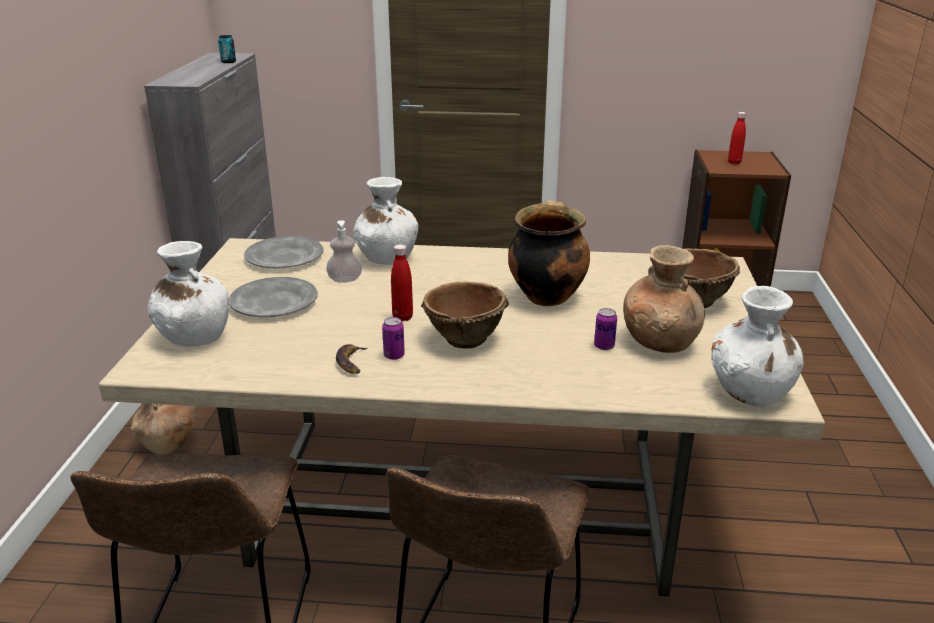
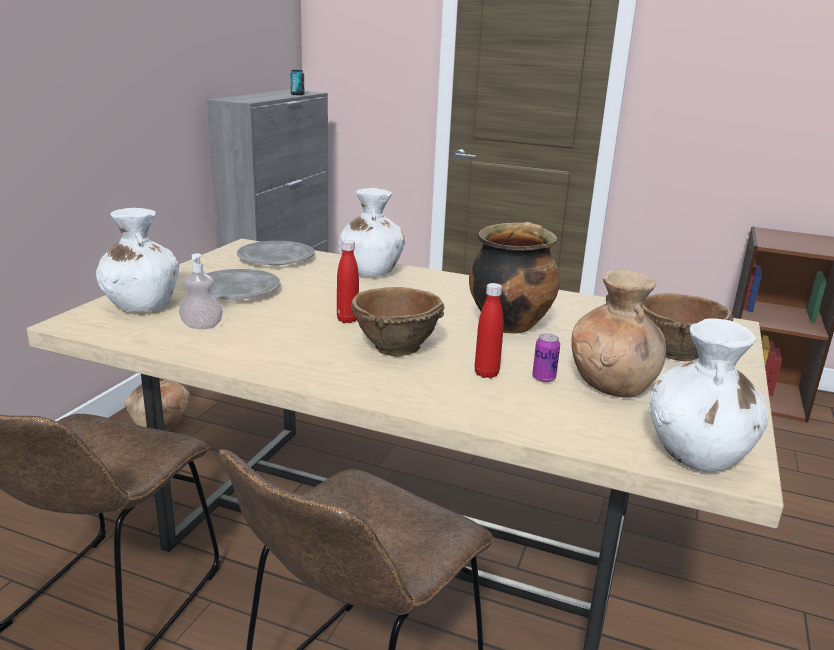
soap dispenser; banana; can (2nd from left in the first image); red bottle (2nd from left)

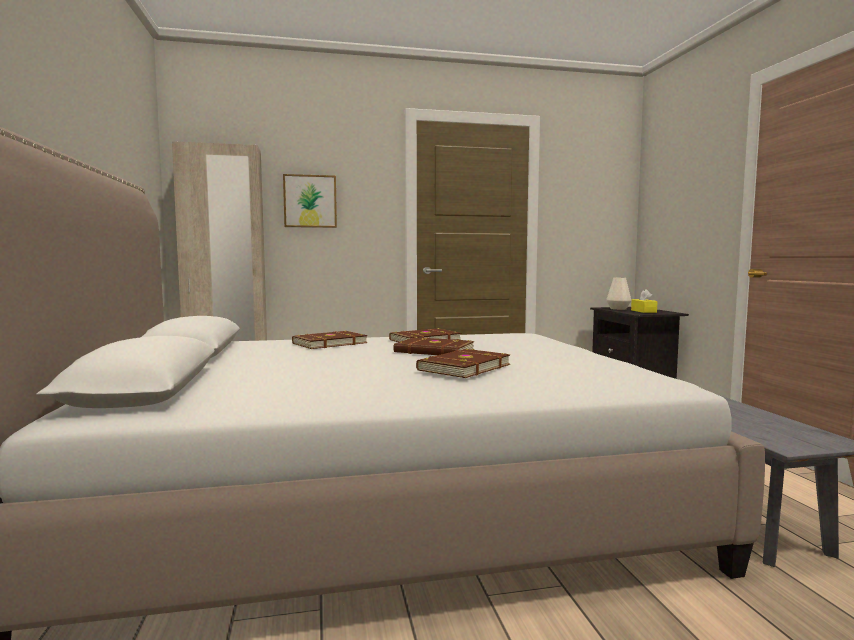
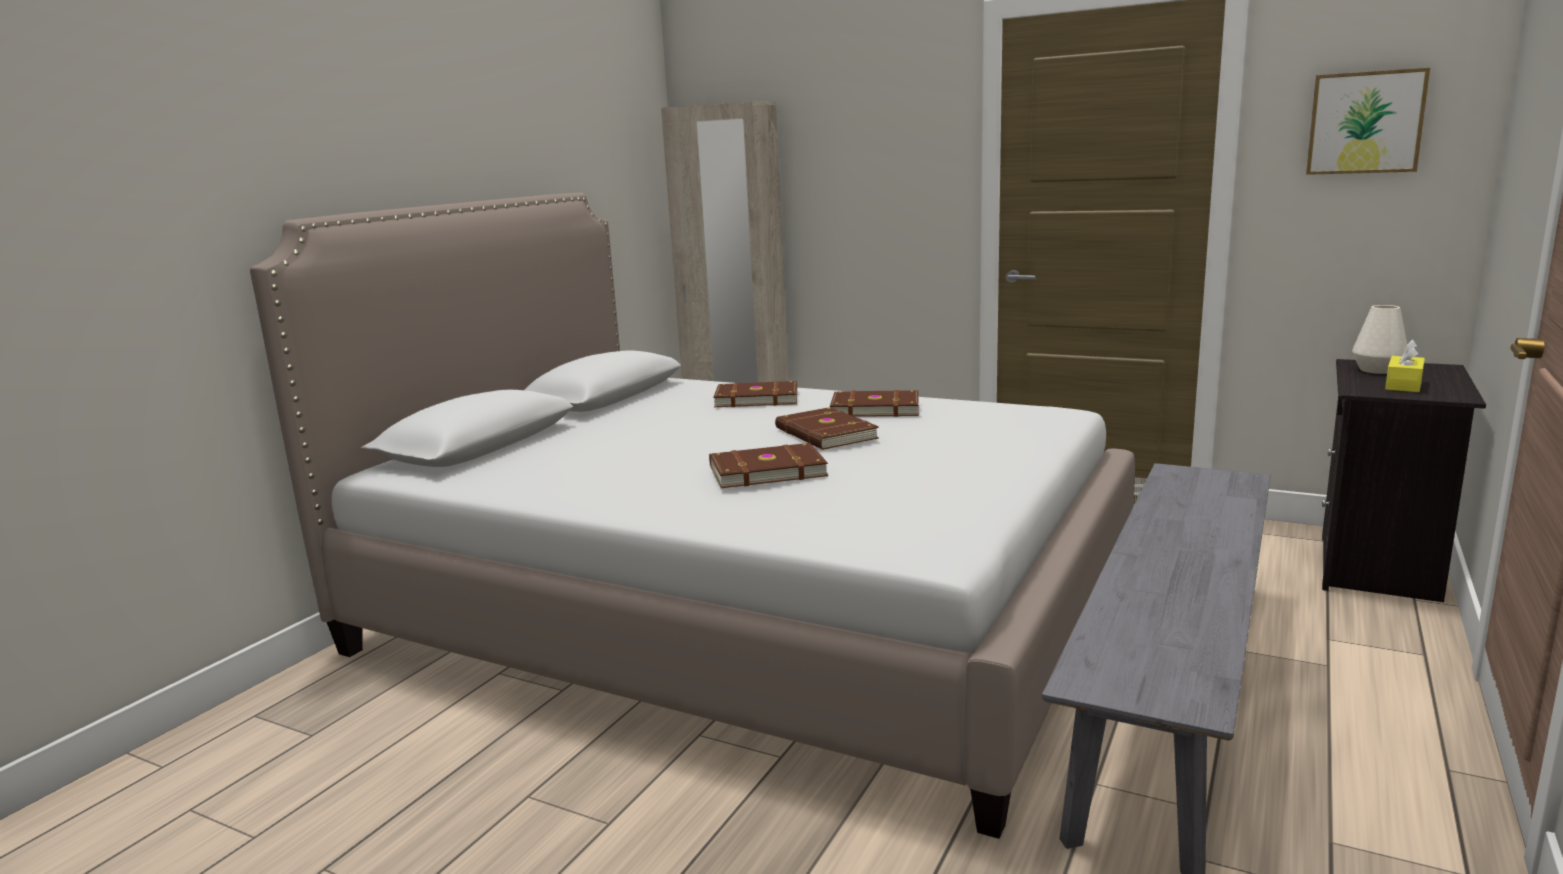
picture

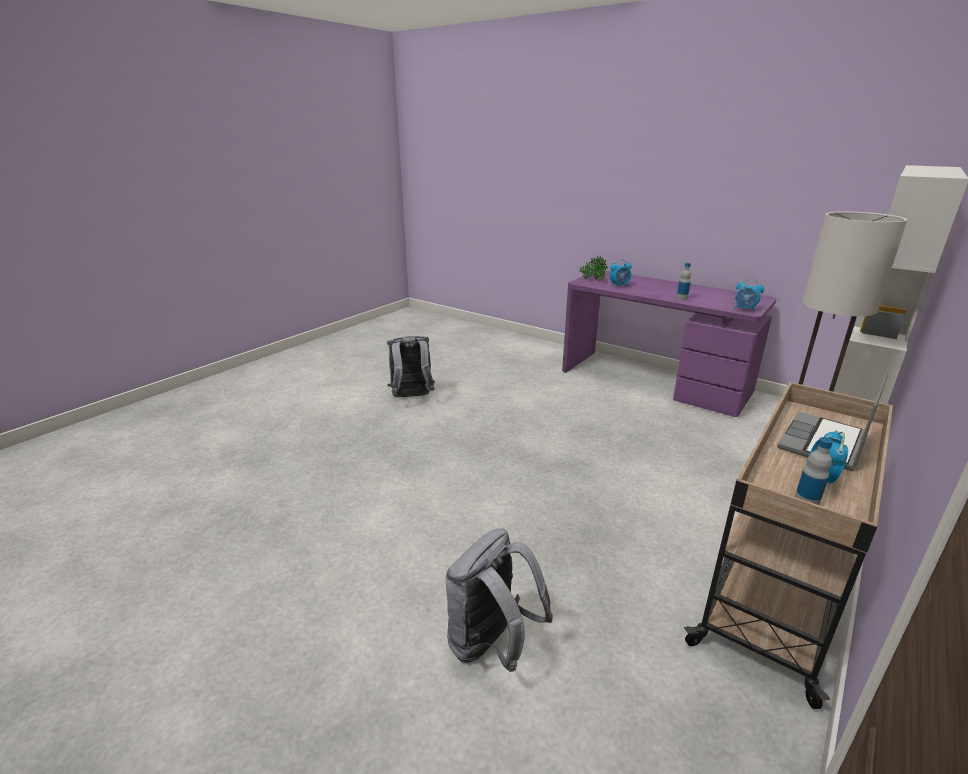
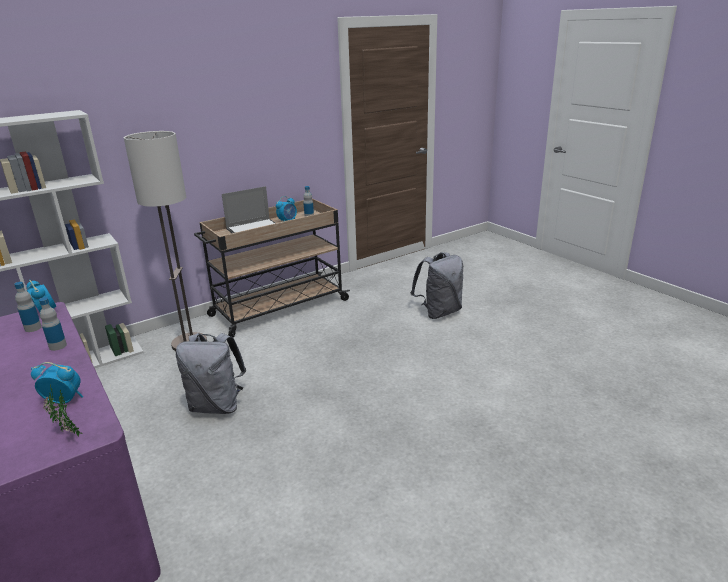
grey backpack (1st from left); bottle (1st from left)

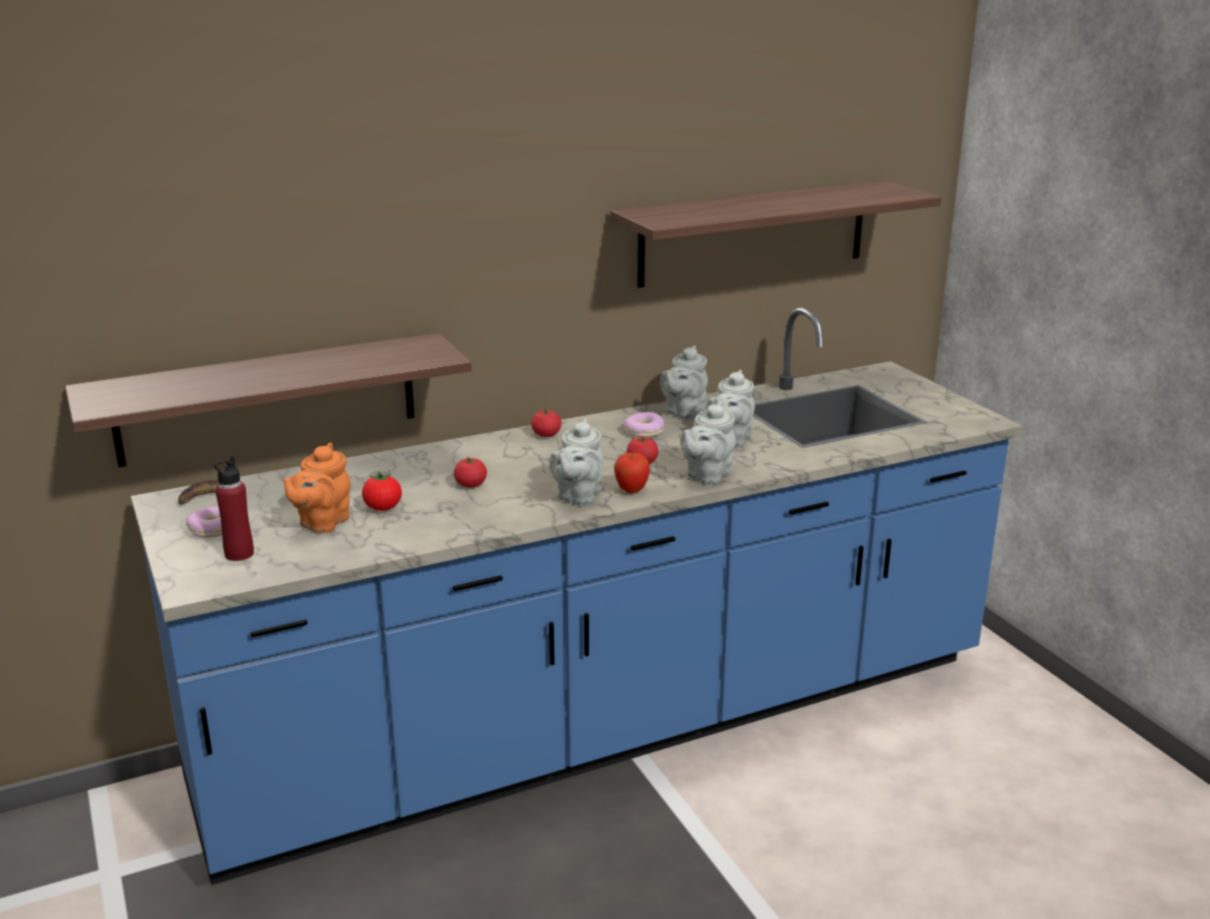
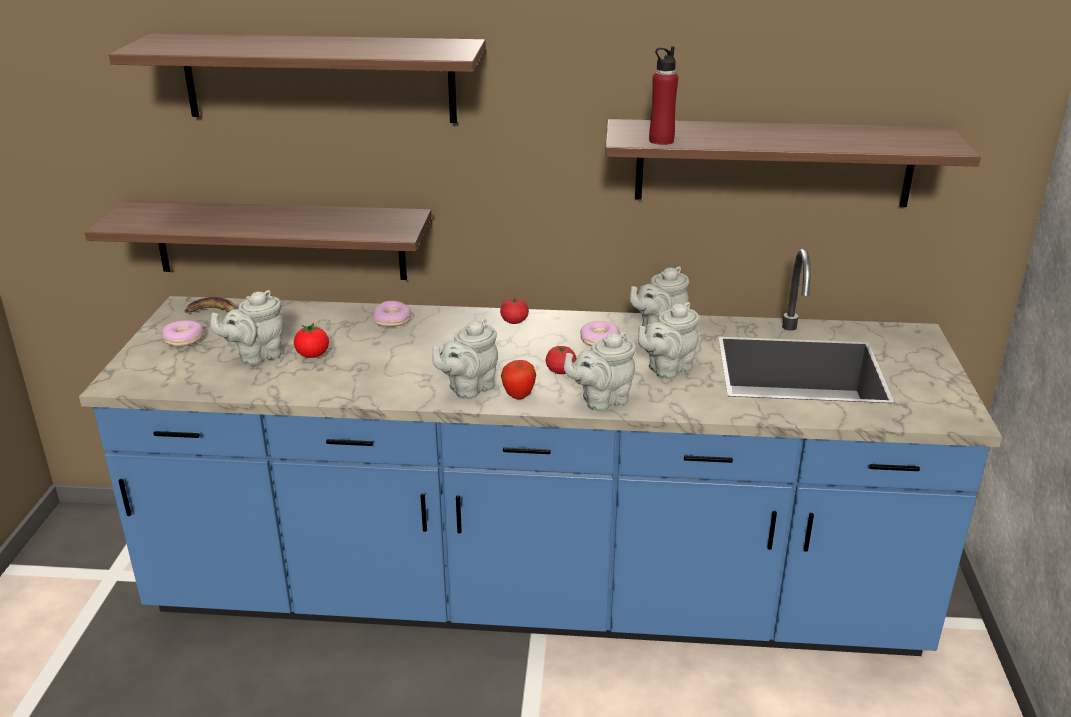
red bottle; grey teapot (1st from left); tomato (2nd from left in the first image); shelf (2nd from left); donut (2nd from left)

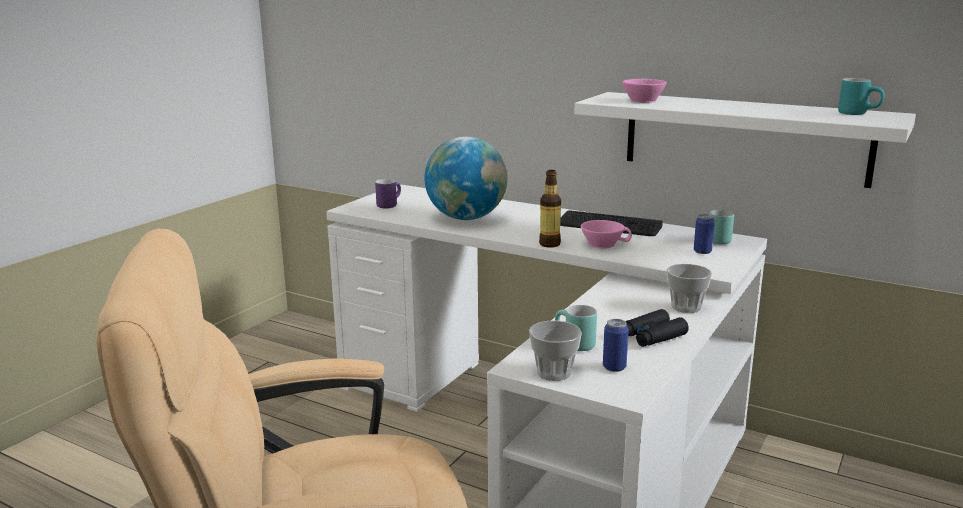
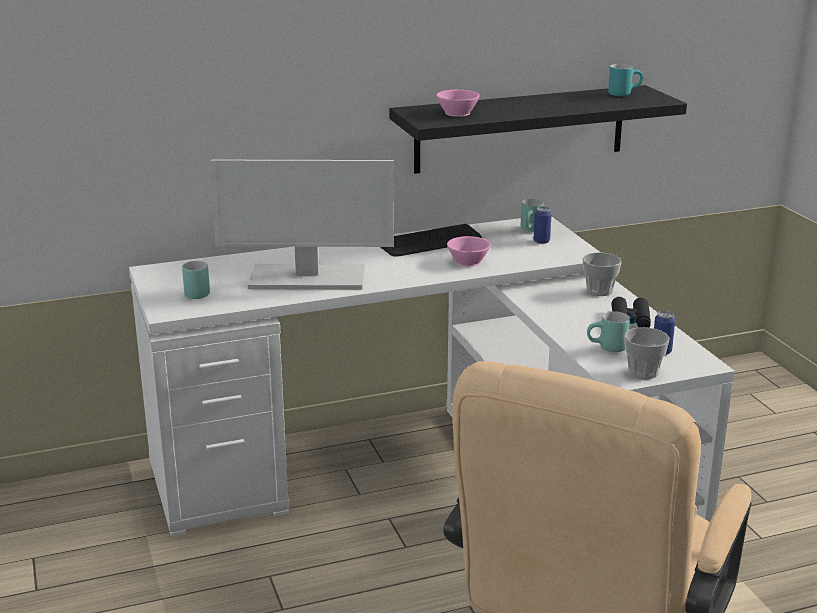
turquoise mug (1st from left); monitor; bottle; black shelf

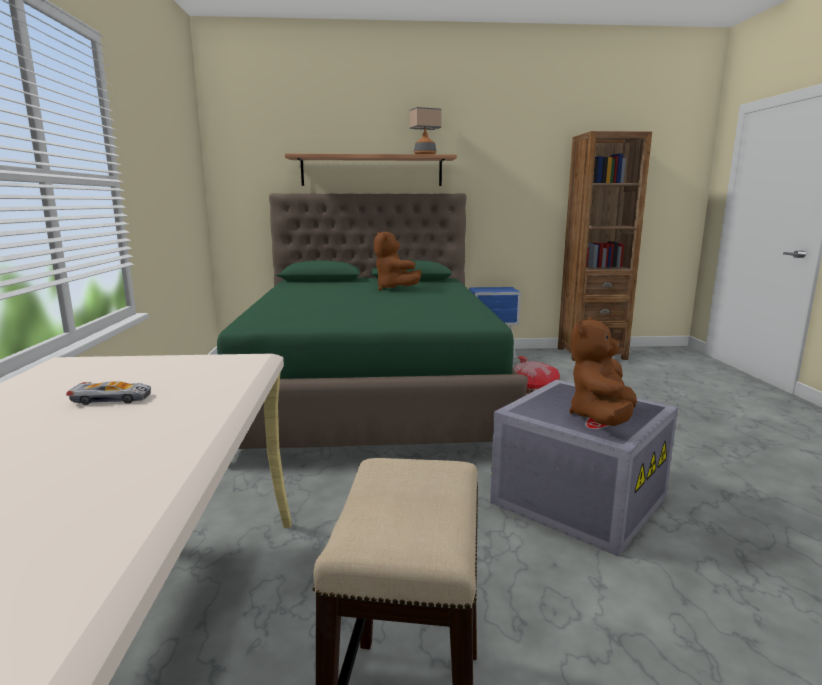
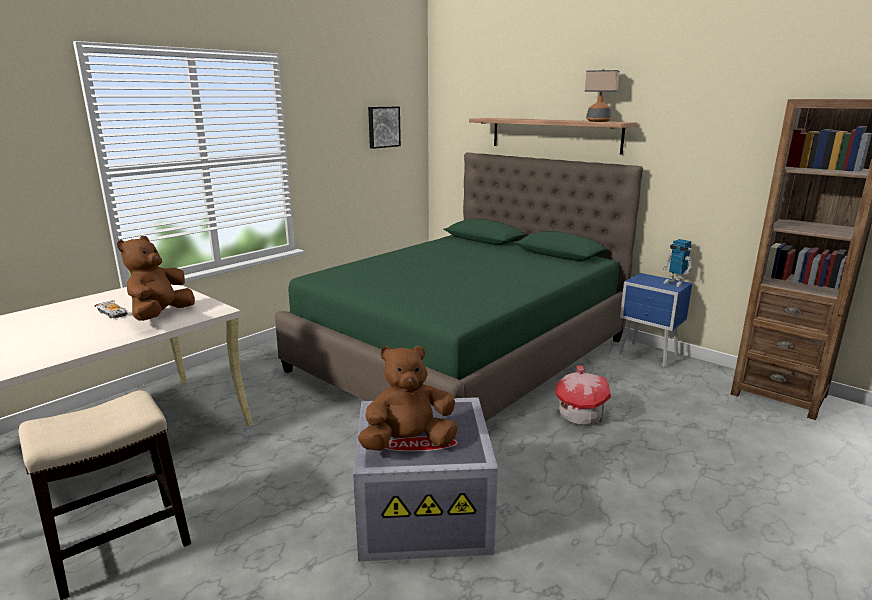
brown plush toy (1st from left); picture; toy robot

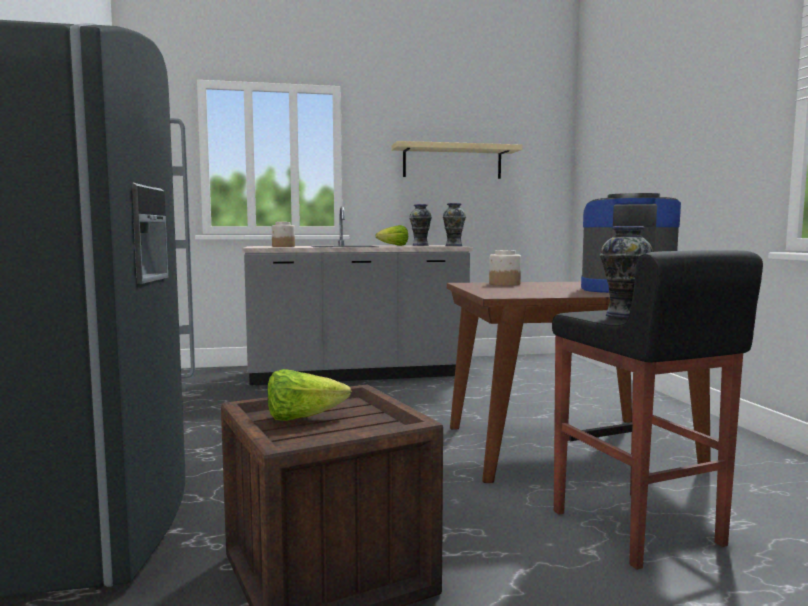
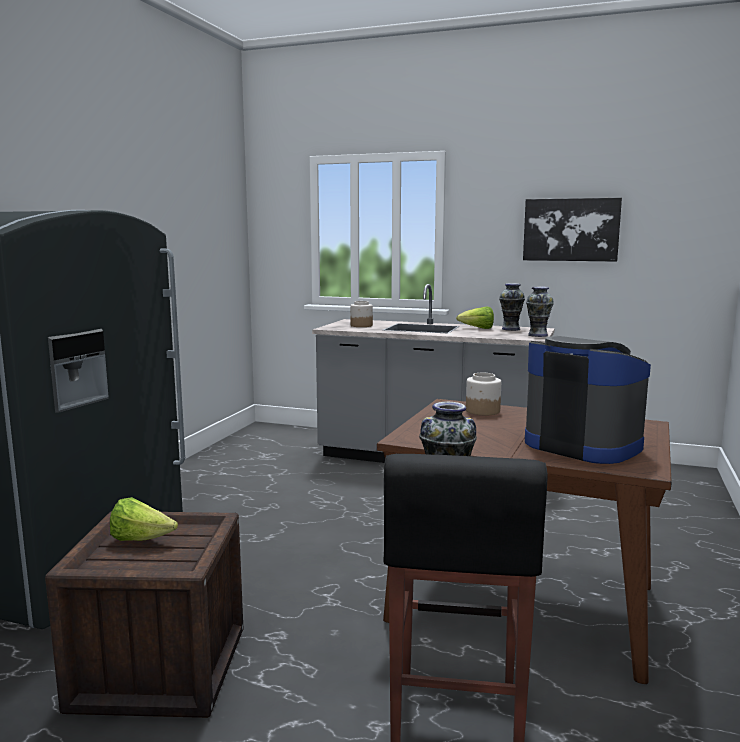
picture

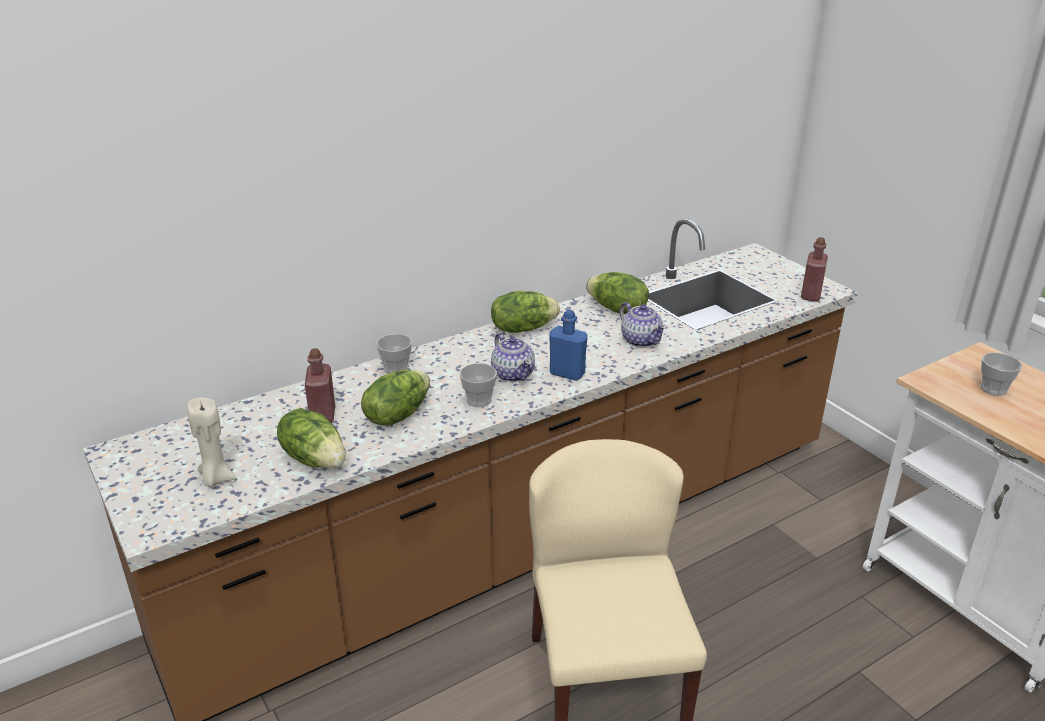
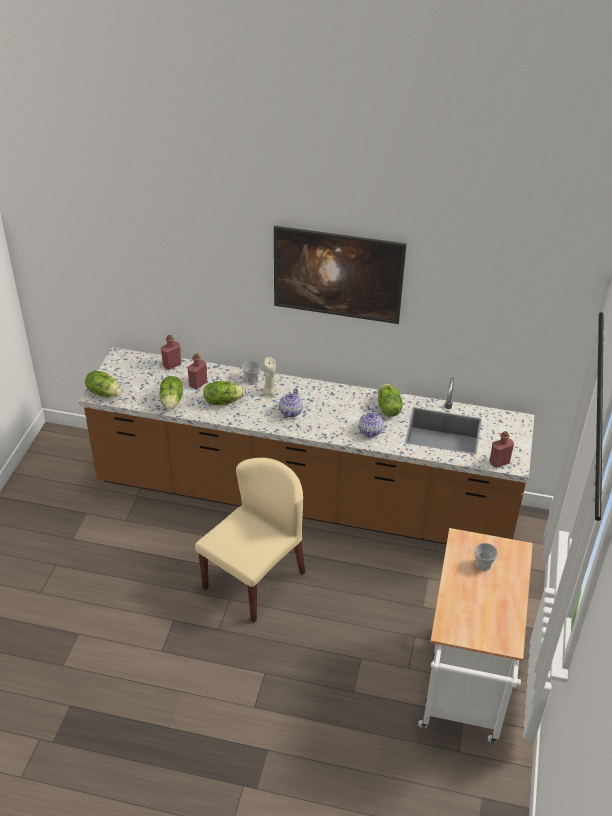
beige candle; cup (2nd from left in the first image); lettuce (1st from left); blue bottle; red bottle (1st from left); picture

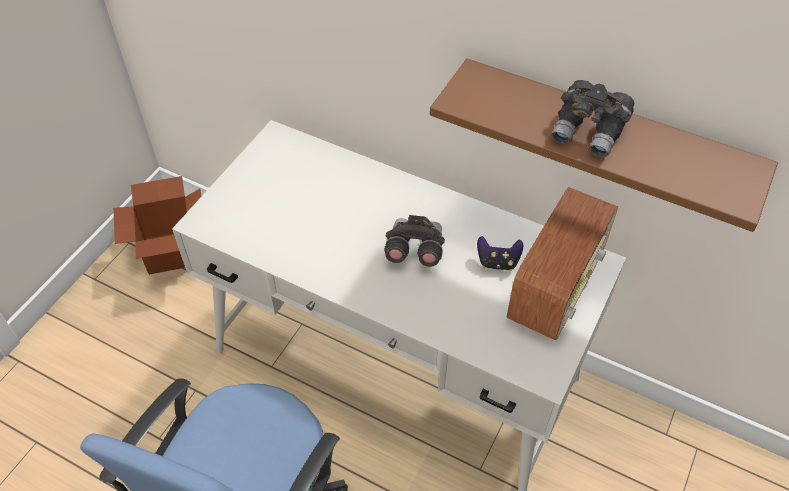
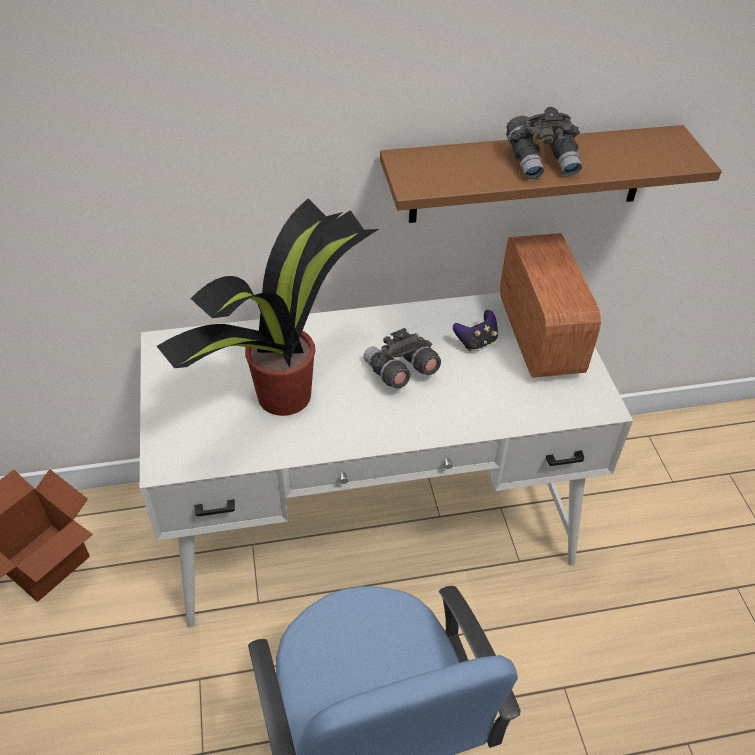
potted plant

